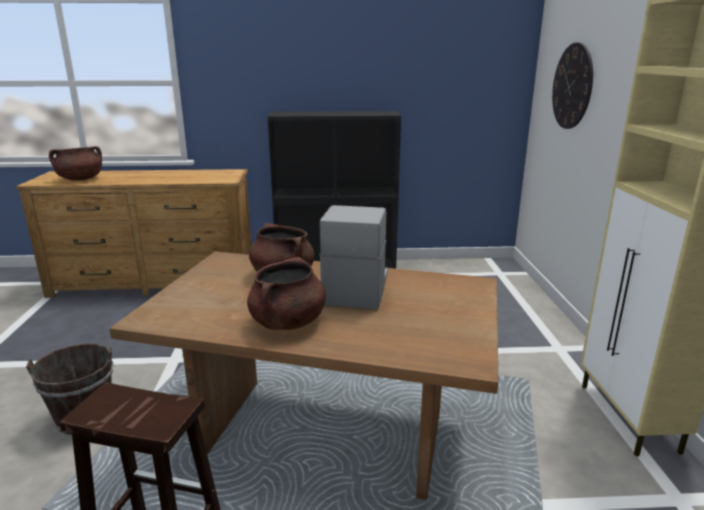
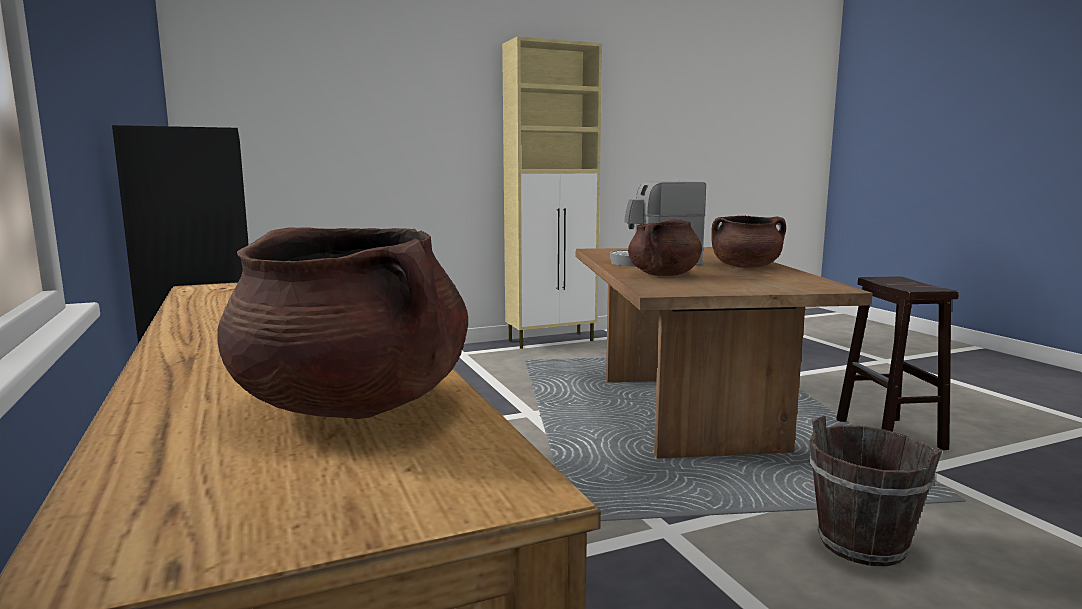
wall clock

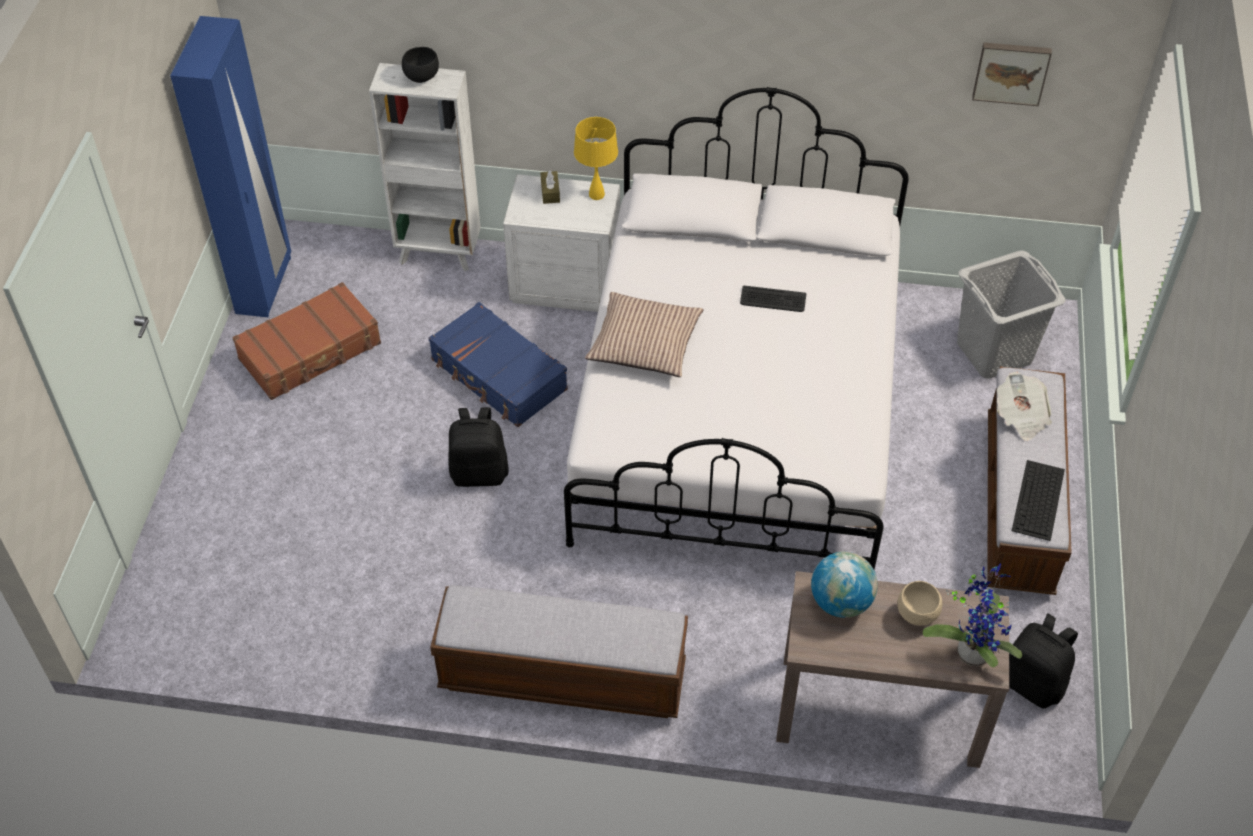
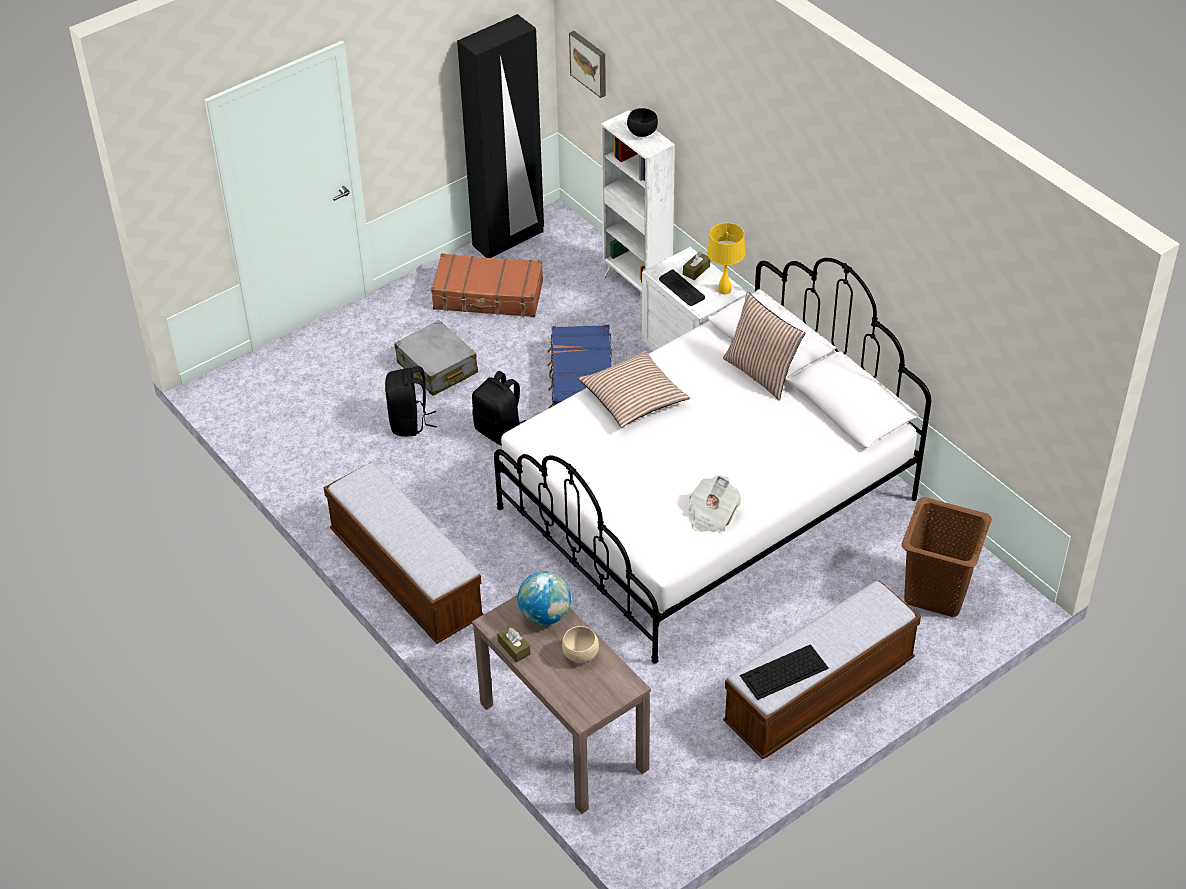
black wardrobe; keyboard (1st from left); potted plant; brown laundry basket; picture; newspaper; black backpack (1st from left); grey suitcase; brown tissue box (1st from left); pillow (2nd from left)

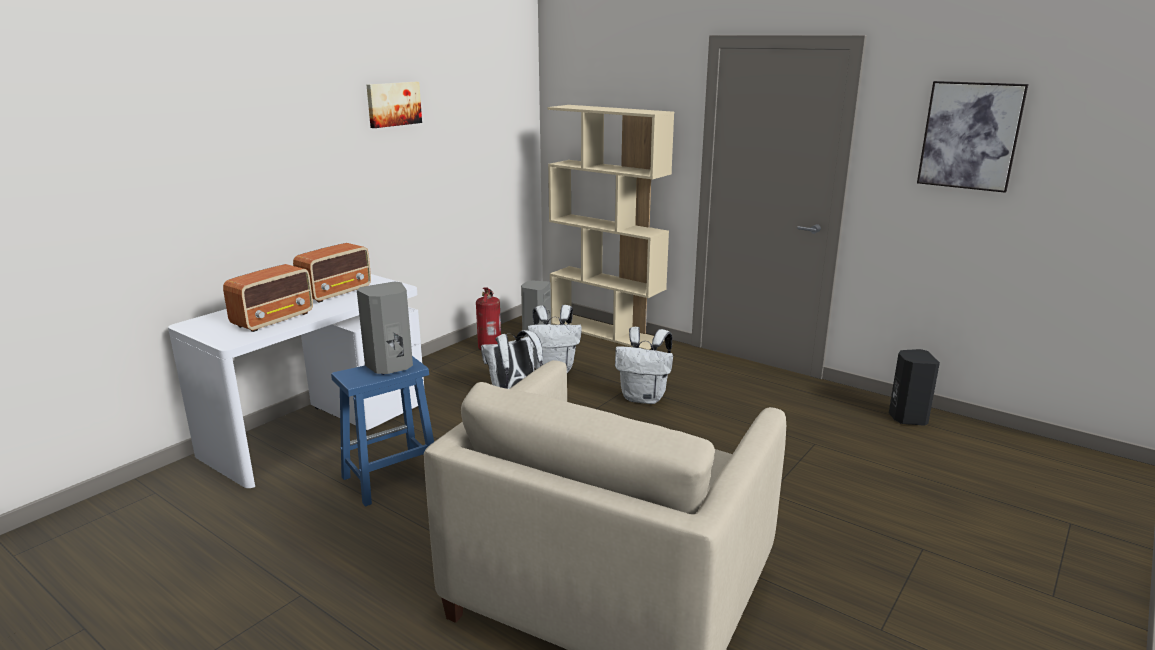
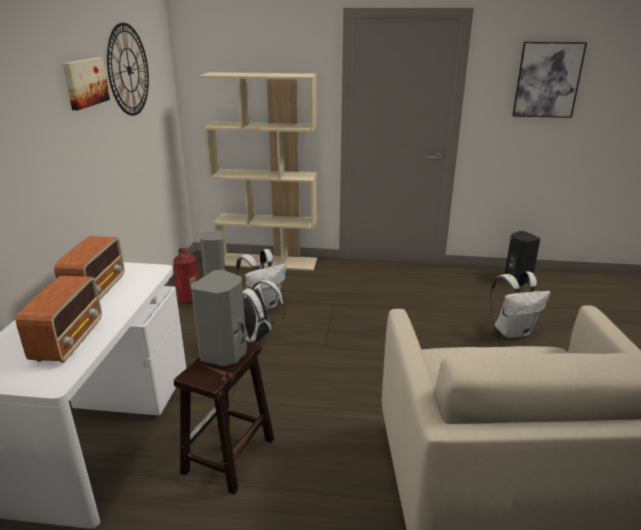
brown stool; white backpack (3rd from left); wall clock

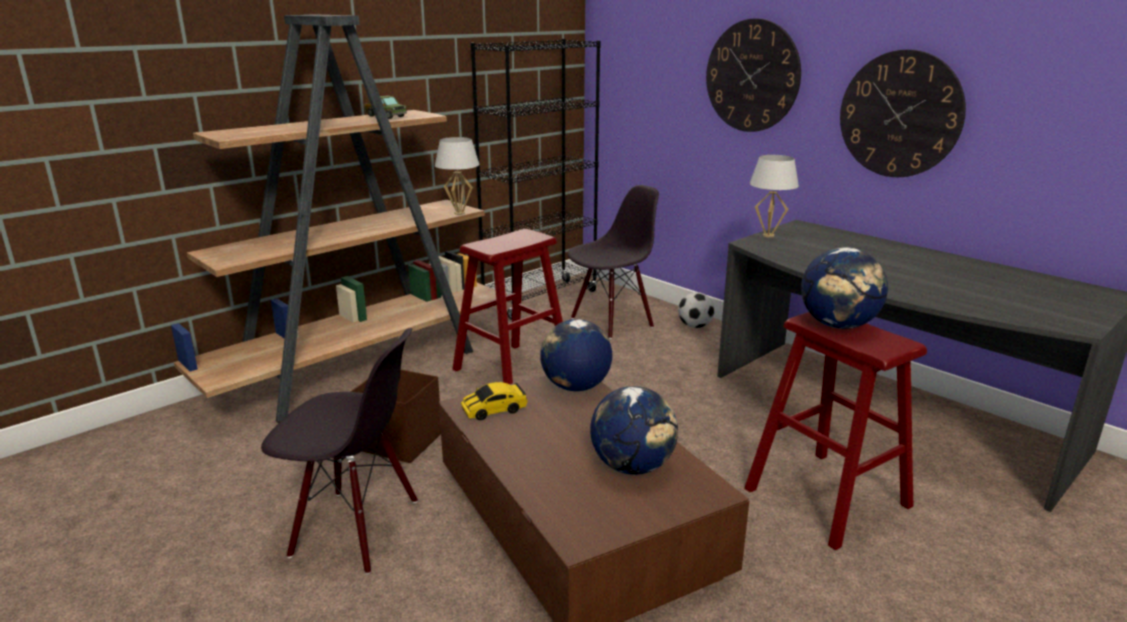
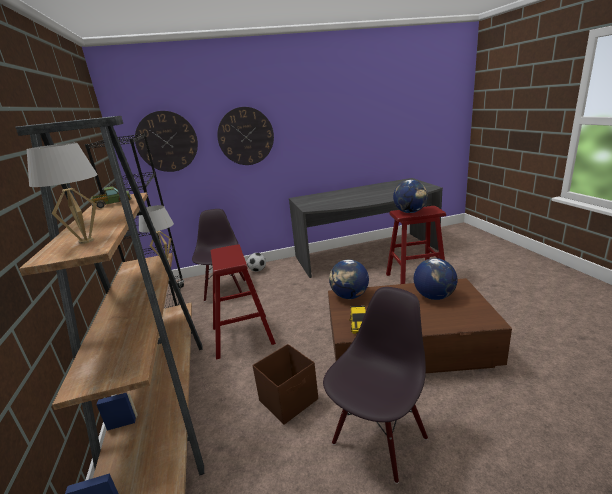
white table lamp (1st from left); wall clock (1st from left)

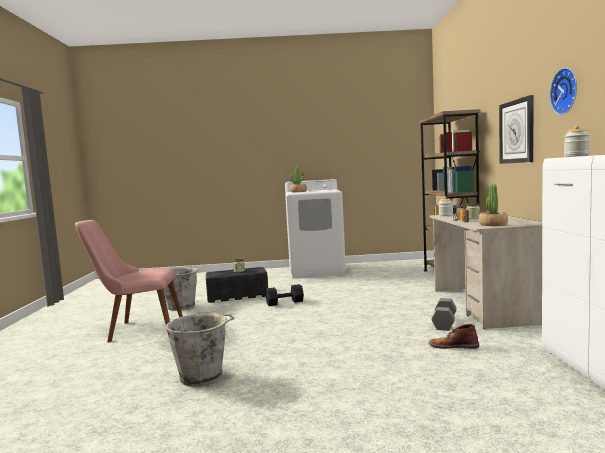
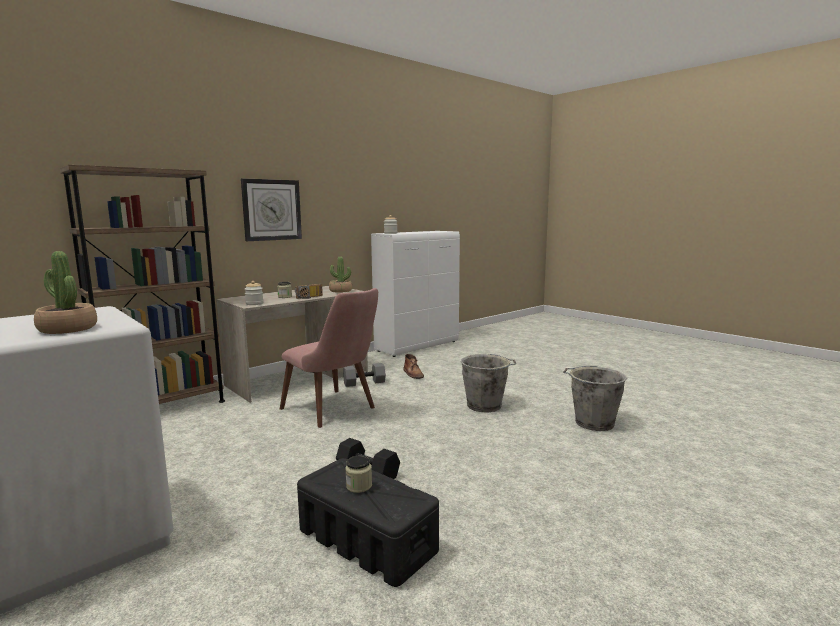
pink chair; grey bucket (1st from left); wall clock (2nd from left in the first image)

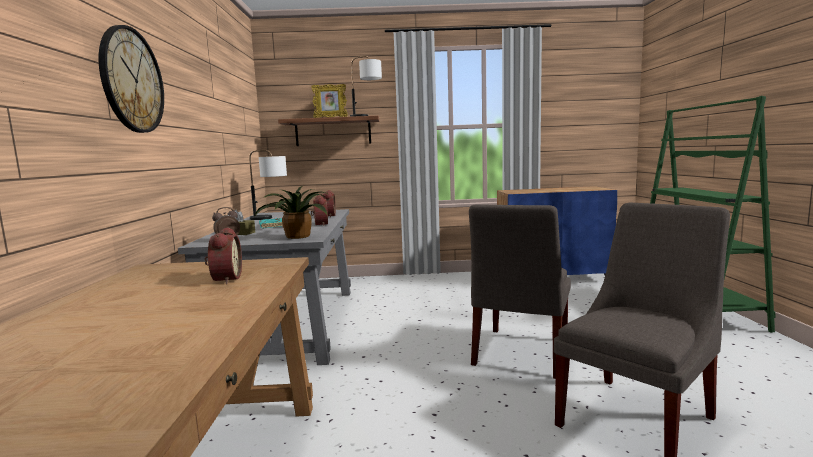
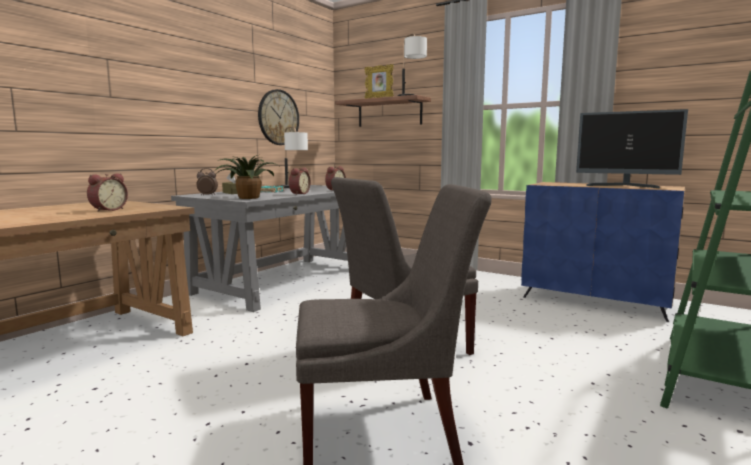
wall clock; monitor

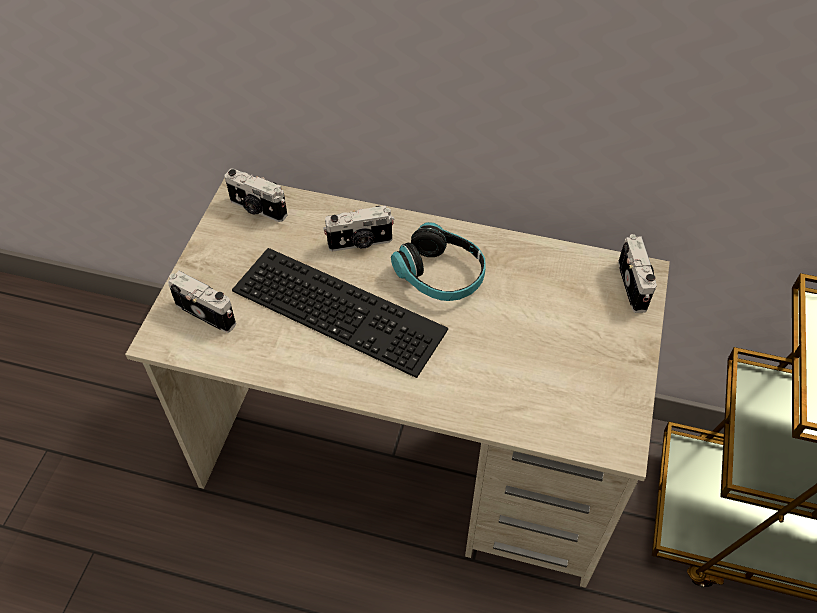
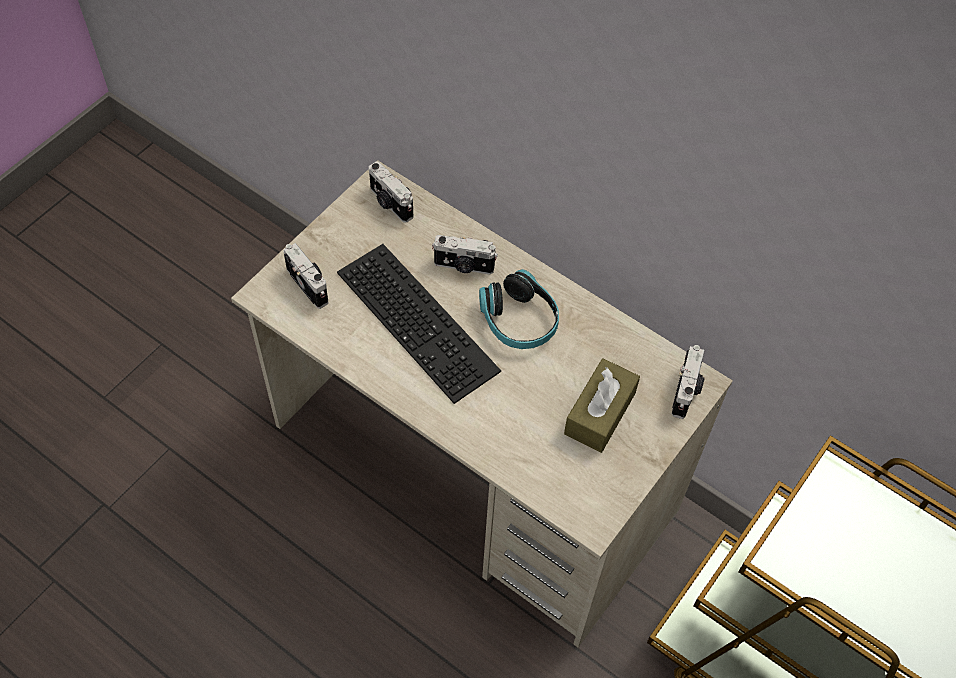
brown tissue box

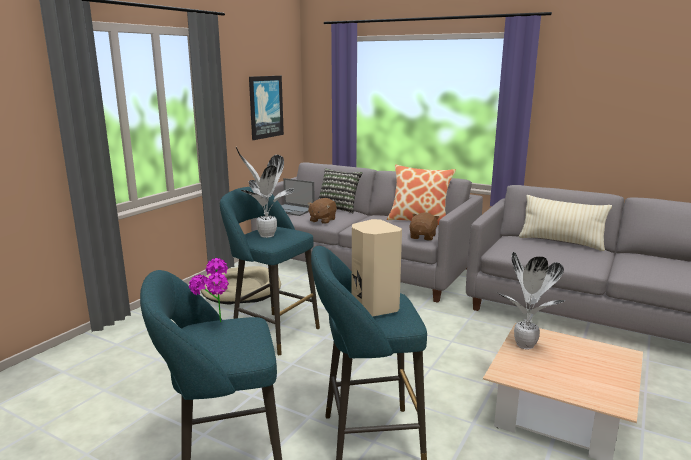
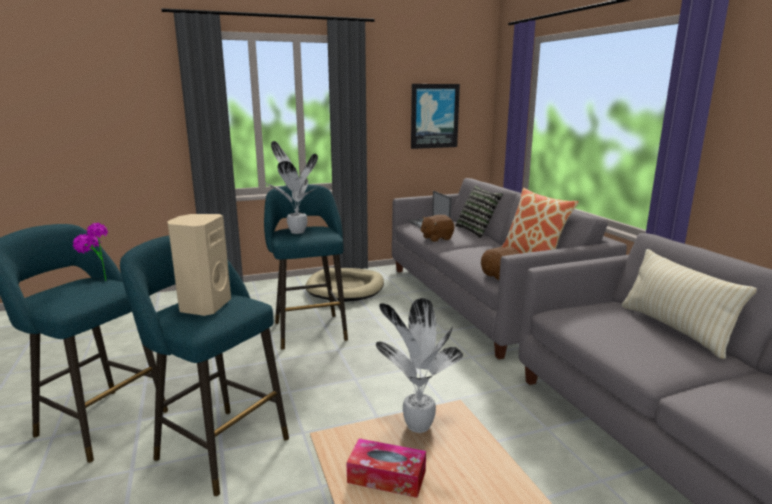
tissue box

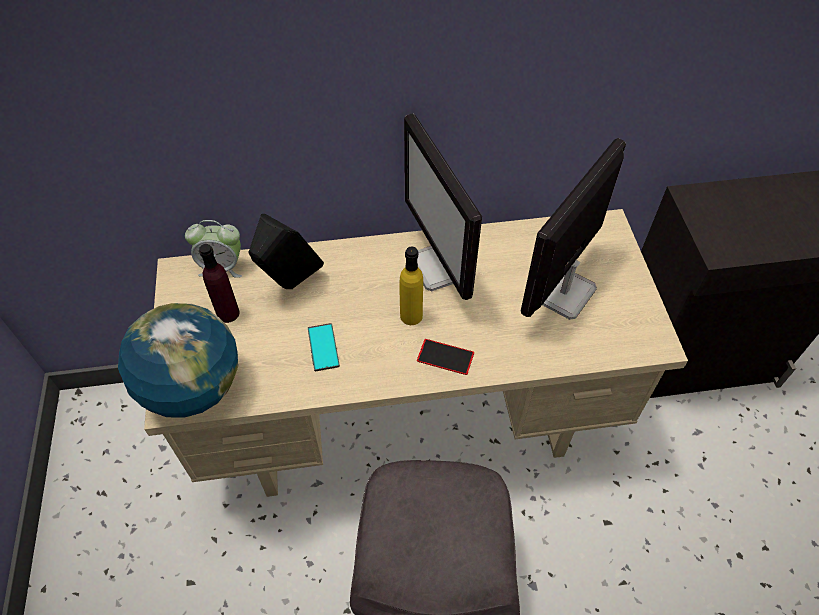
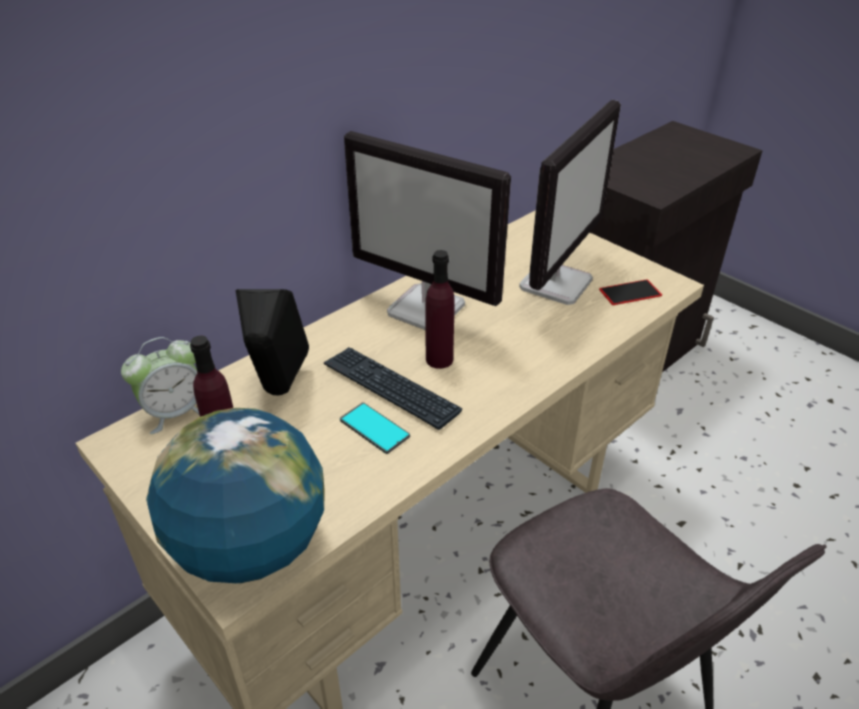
purple bottle (2nd from left); phone (2nd from left); monitor (2nd from left); keyboard

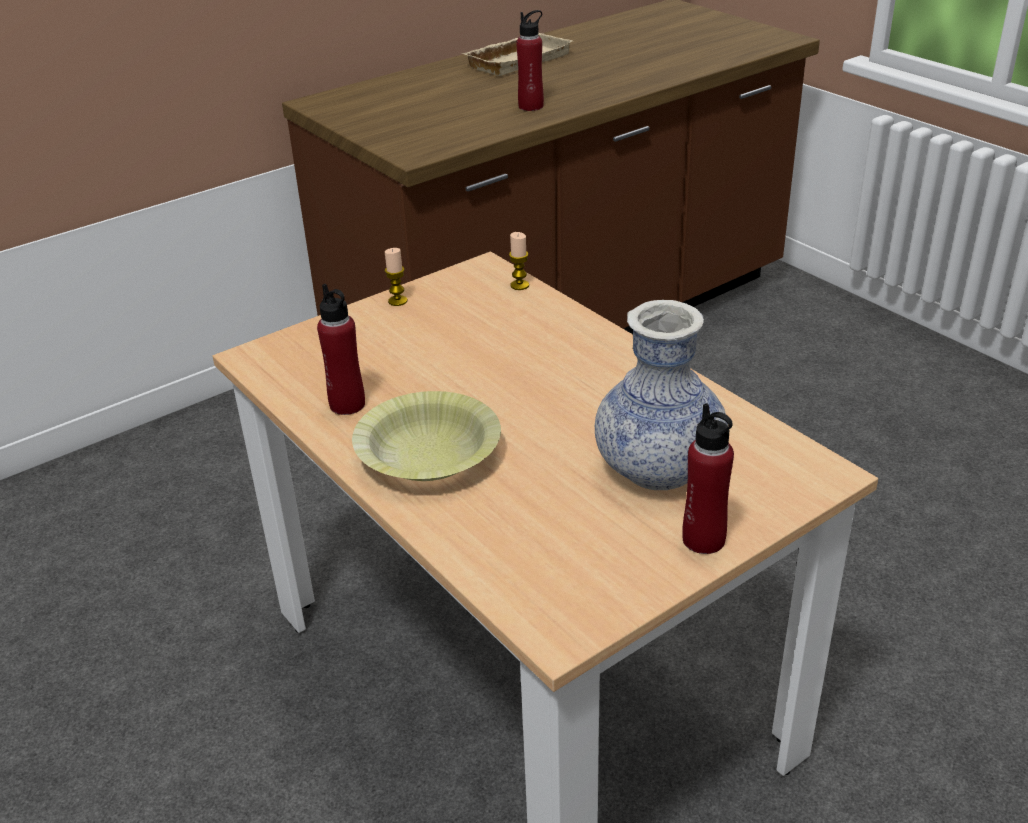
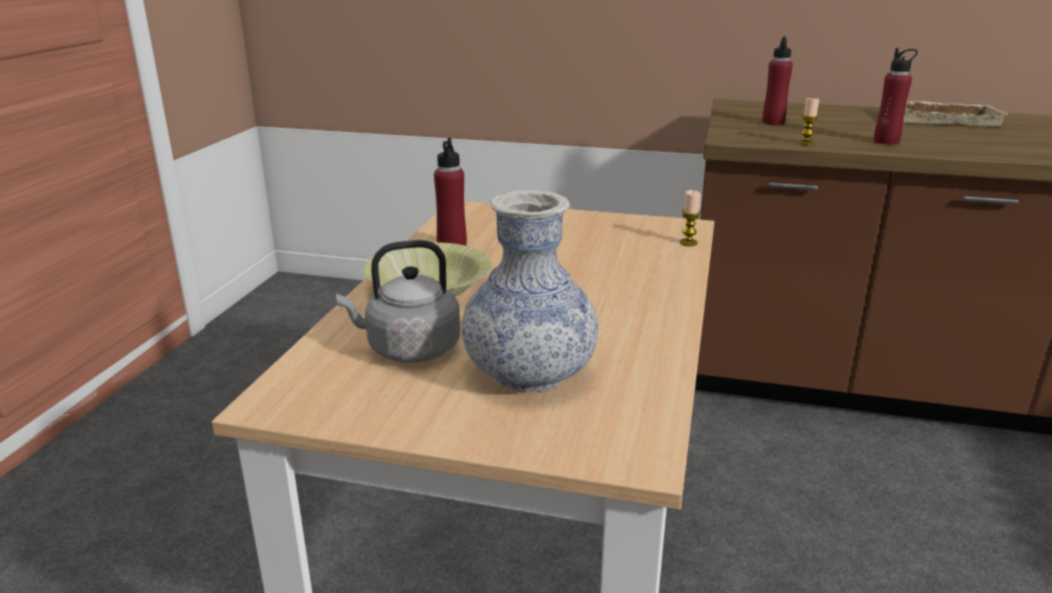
candle (2nd from left); red bottle (2nd from left); grey kettle

